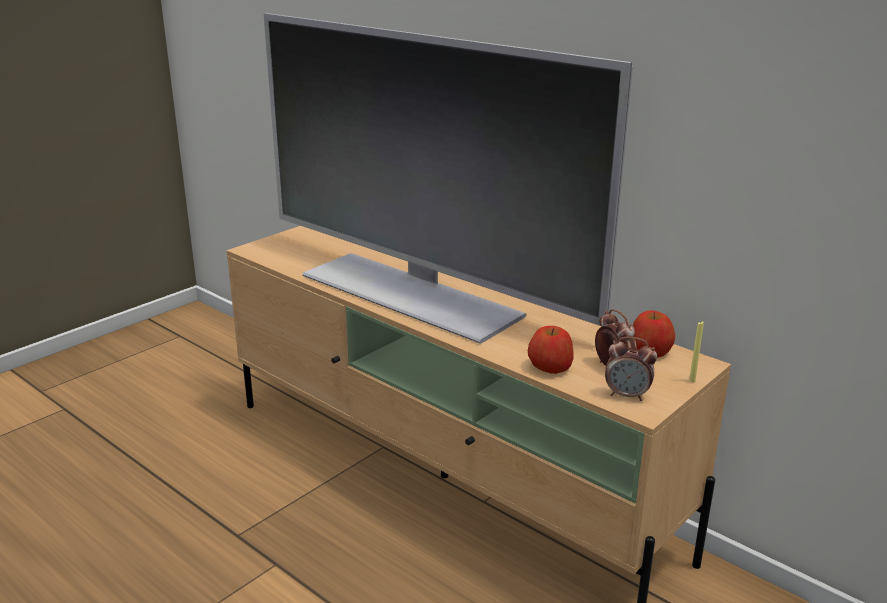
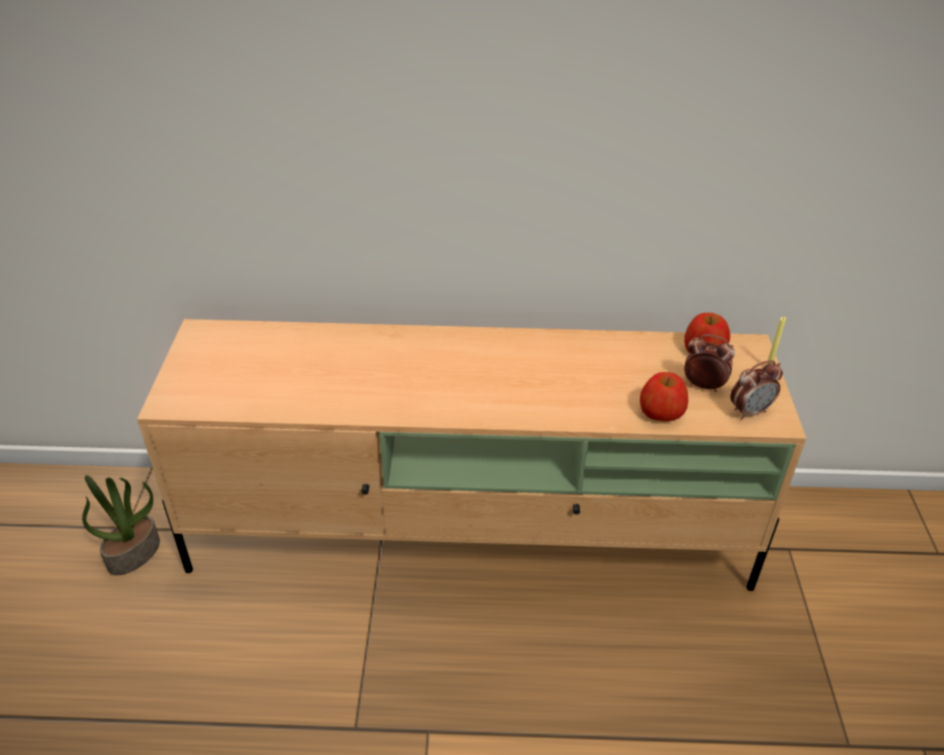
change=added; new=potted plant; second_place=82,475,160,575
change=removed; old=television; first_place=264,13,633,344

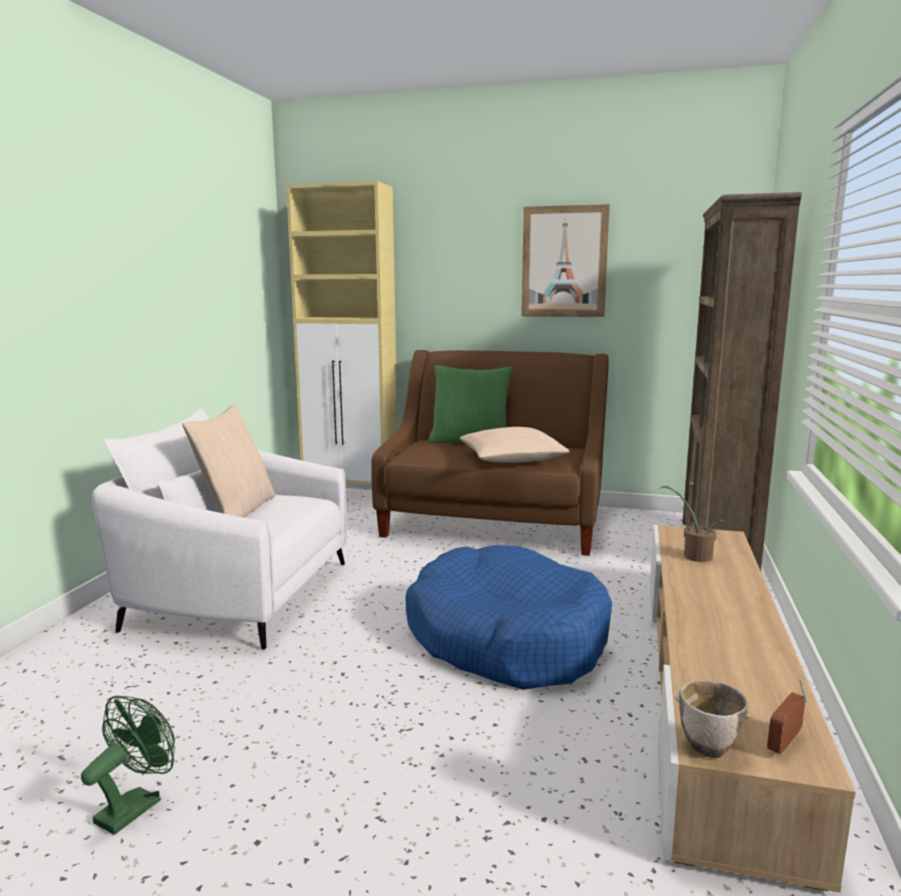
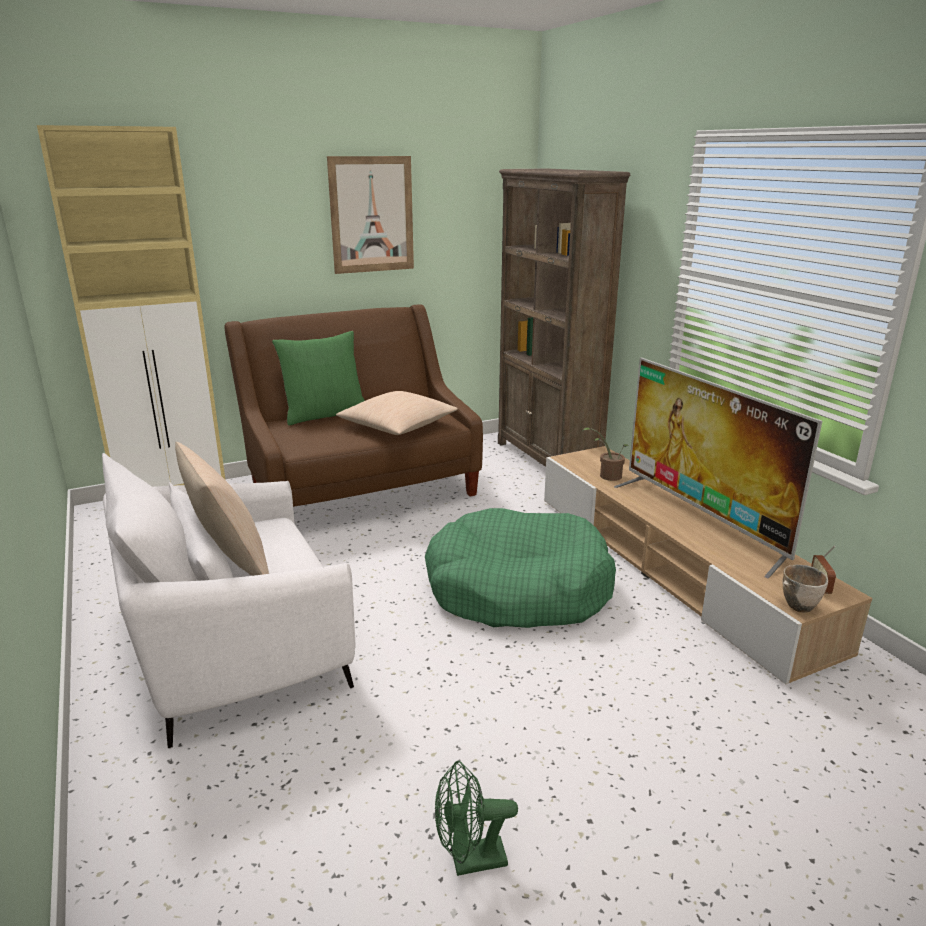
change=recoloured; old=blue dog bed; new=green dog bed; first_place=405,545,612,690; second_place=425,508,616,628
change=turned; old=green fan; first_place=81,696,175,835; second_place=435,761,518,876; degrees=-90
change=added; new=television; second_place=614,357,822,578

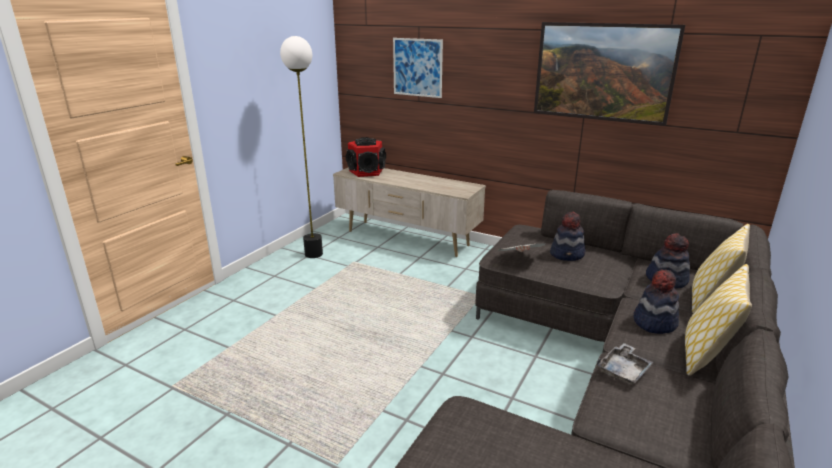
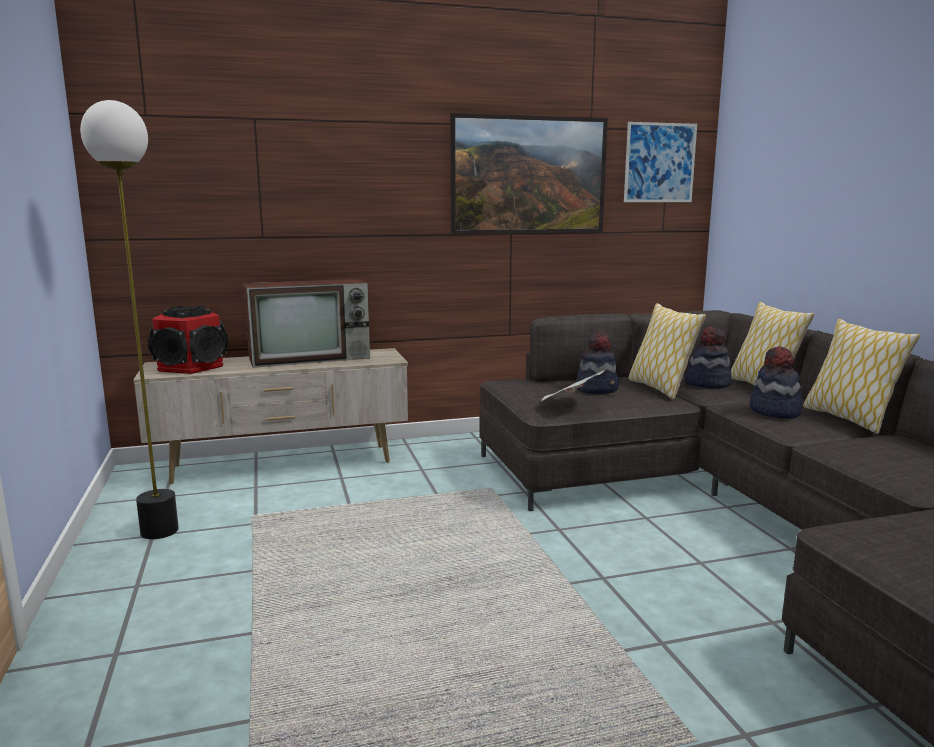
change=added; new=television; second_place=244,279,370,368
change=moved; old=picture; first_place=393,38,443,98; second_place=624,122,697,202
change=added; new=pillow; second_place=629,303,706,399
change=removed; old=grey tray; first_place=597,343,654,385

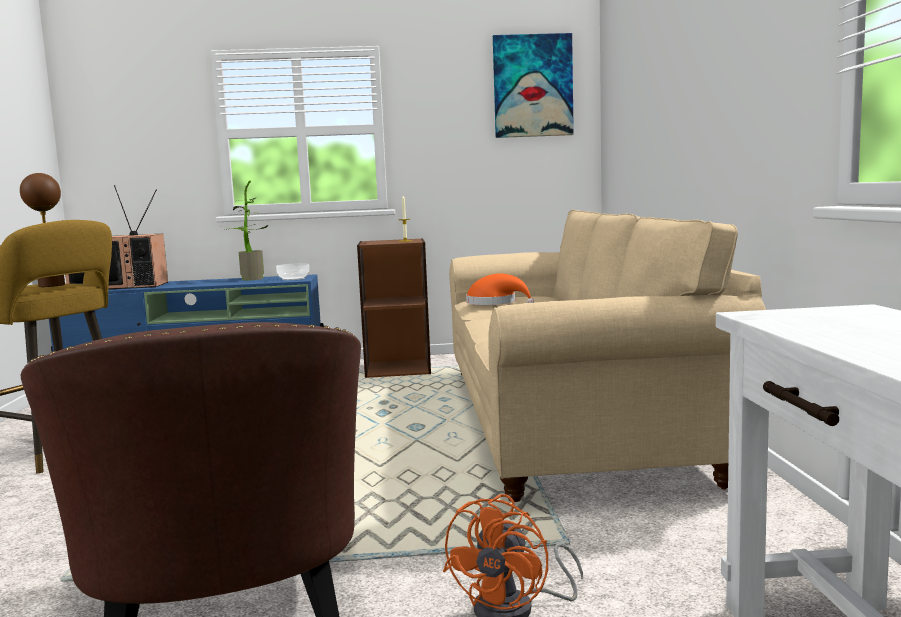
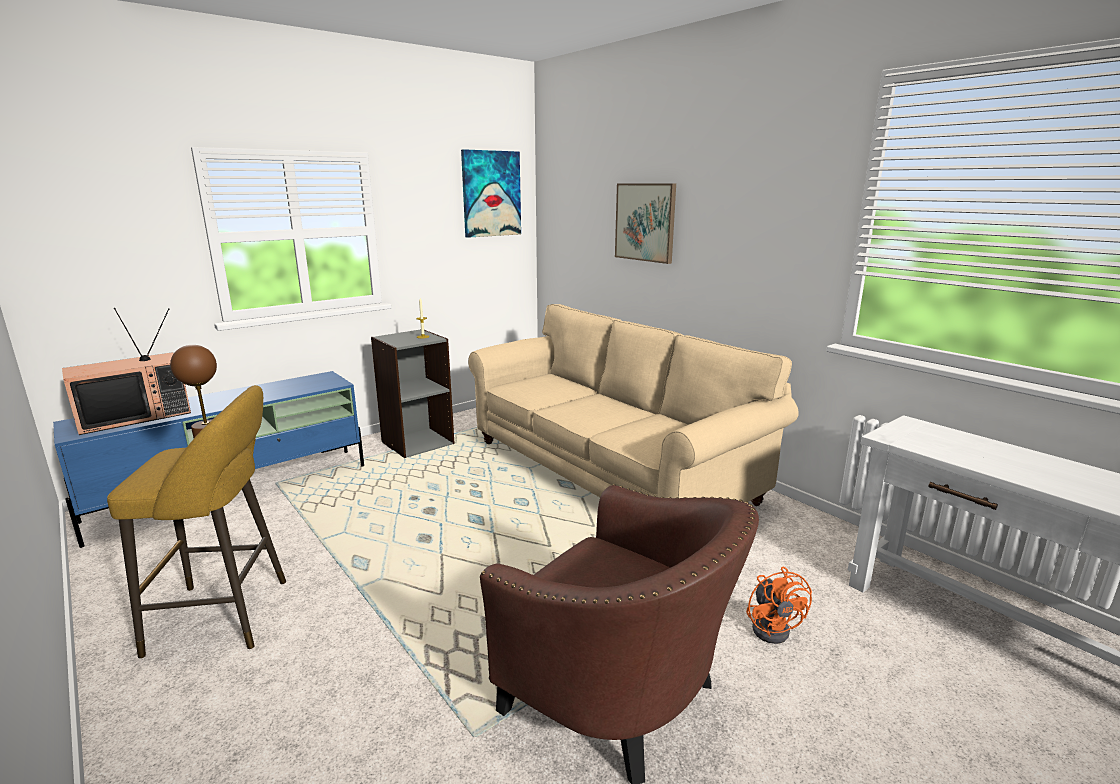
change=recoloured; old=brown bookcase; new=grey bookcase; first_place=357,238,431,378; second_place=371,329,455,458
change=added; new=picture; second_place=615,183,676,264
change=removed; old=potted plant; first_place=226,180,268,281
change=removed; old=bowl; first_place=276,263,309,280
change=removed; old=orange hat; first_place=466,273,534,305

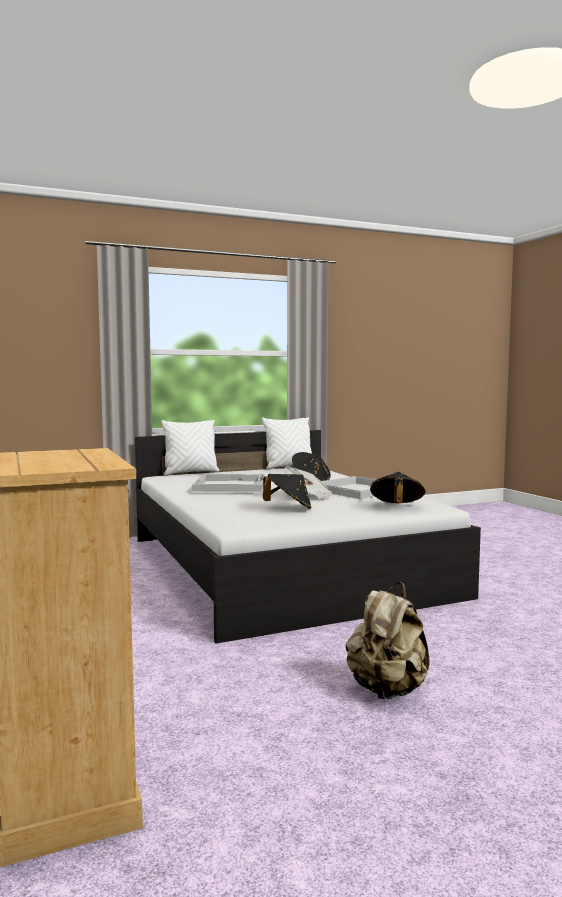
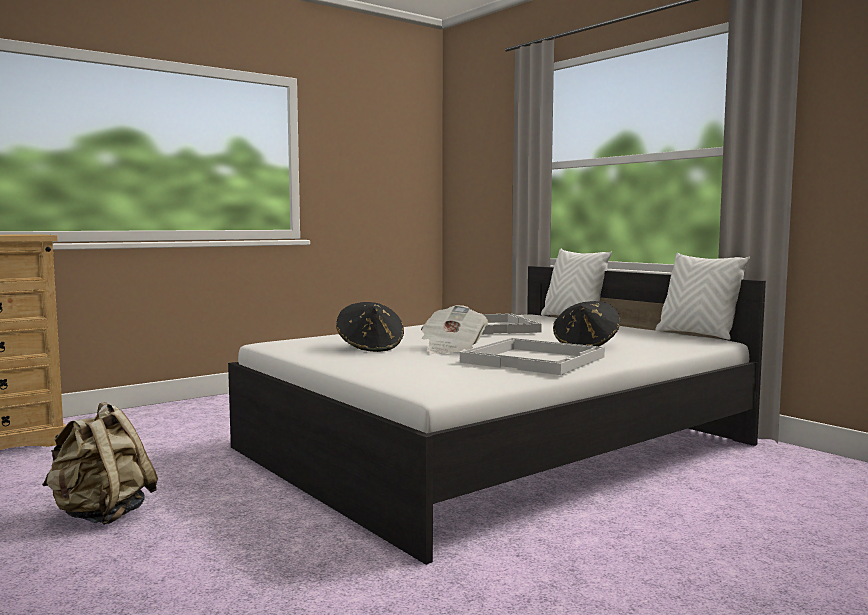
change=removed; old=black hat; first_place=370,472,426,503

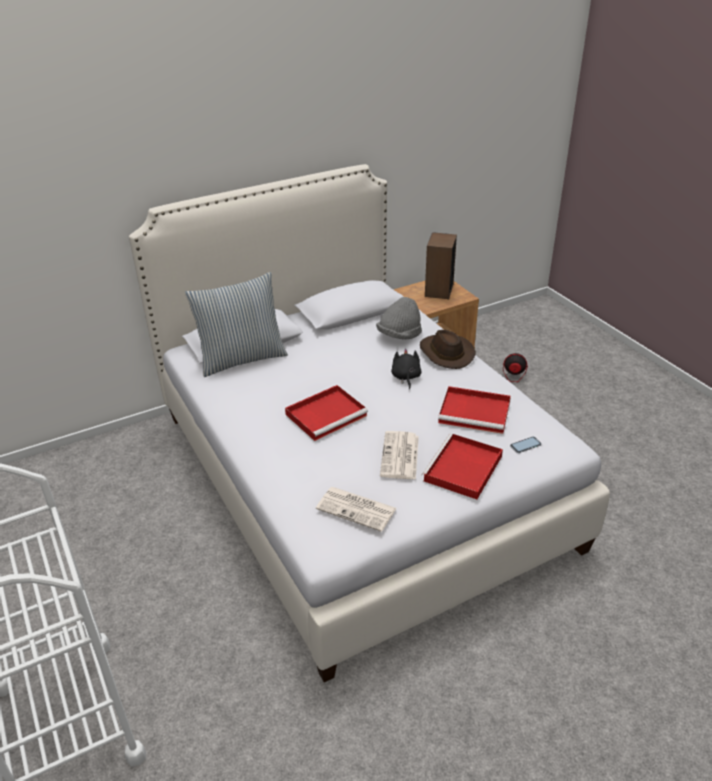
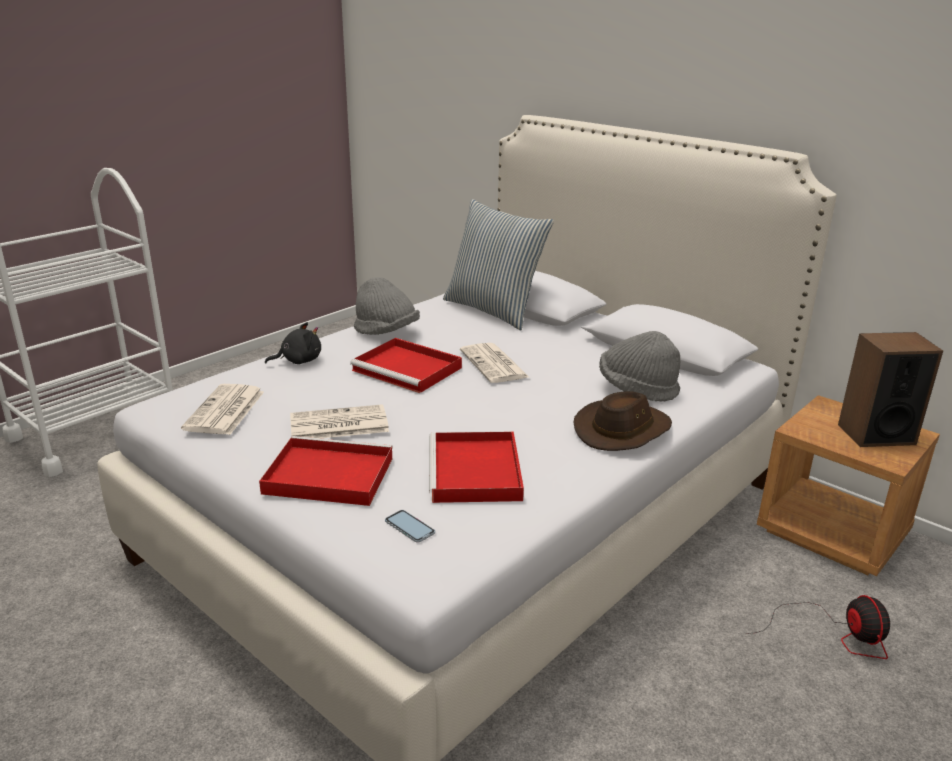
change=moved; old=black plush toy; first_place=391,349,422,389; second_place=265,322,321,364
change=added; new=grey hat; second_place=354,277,420,335
change=added; new=newspaper; second_place=460,343,529,383

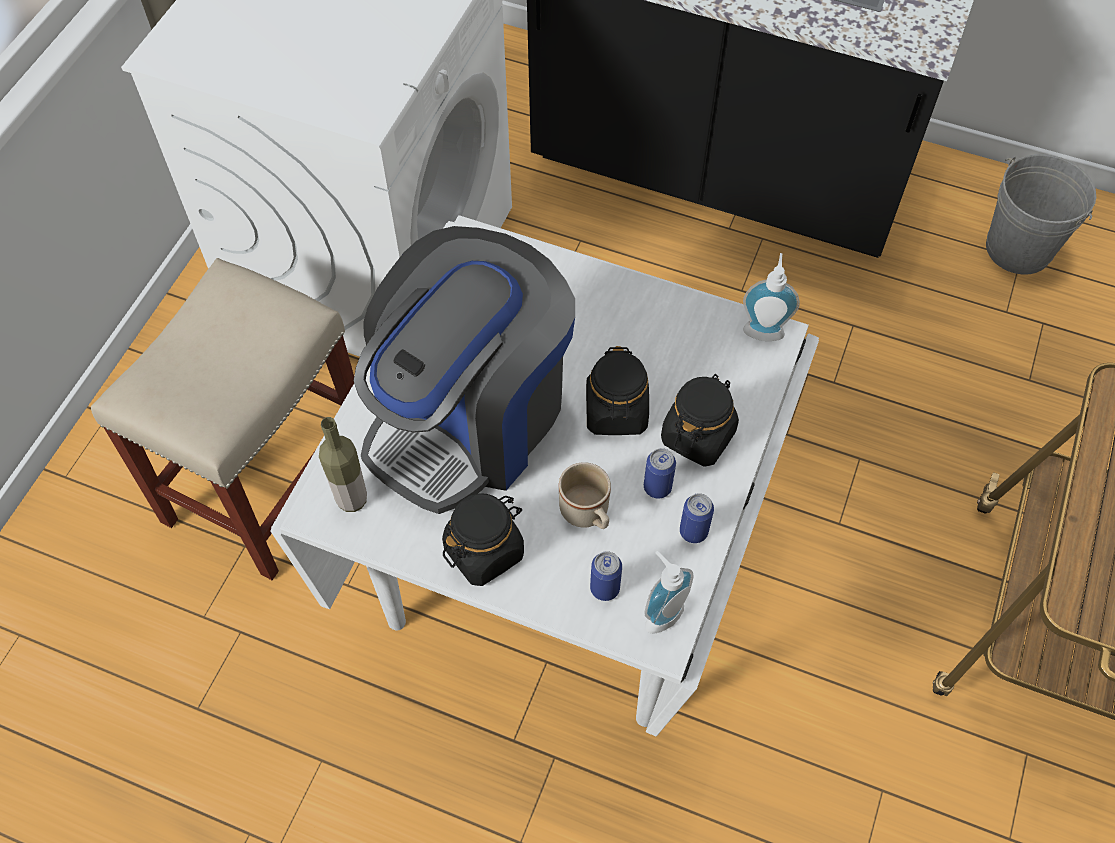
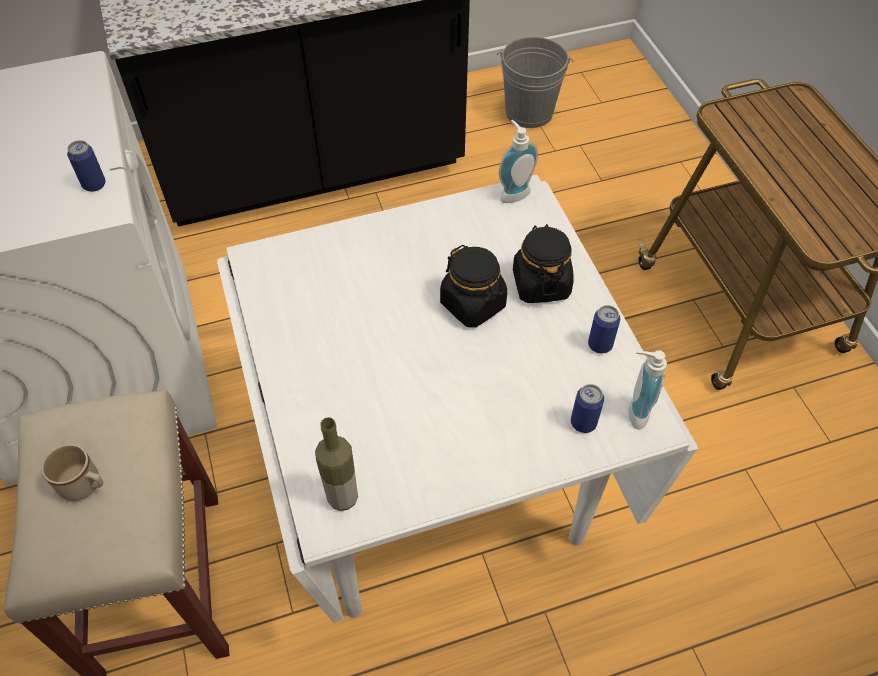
change=moved; old=beige mug; first_place=559,462,611,529; second_place=41,444,103,501
change=moved; old=can; first_place=644,448,676,498; second_place=67,140,105,192
change=removed; old=coffee machine; first_place=353,226,575,514
change=removed; old=black jar; first_place=442,493,524,586

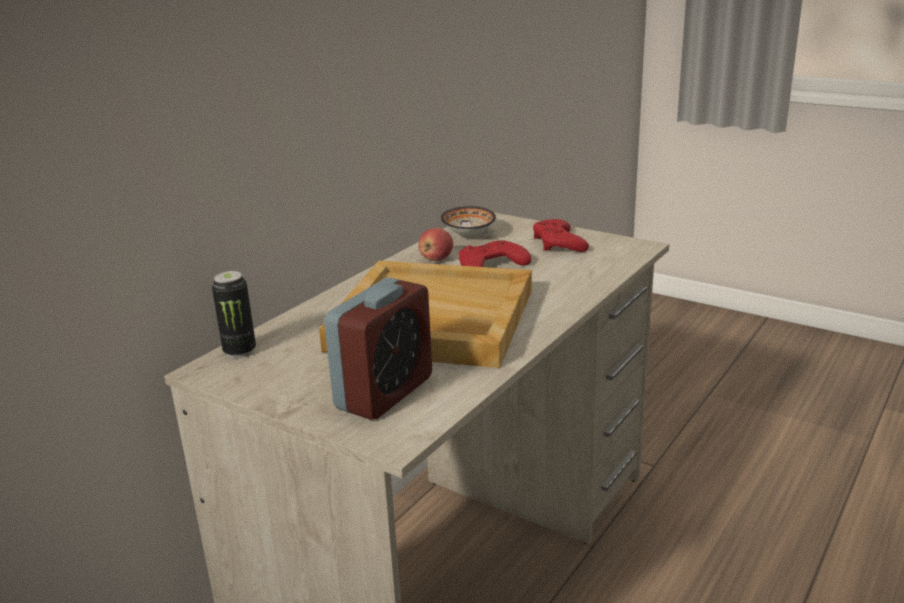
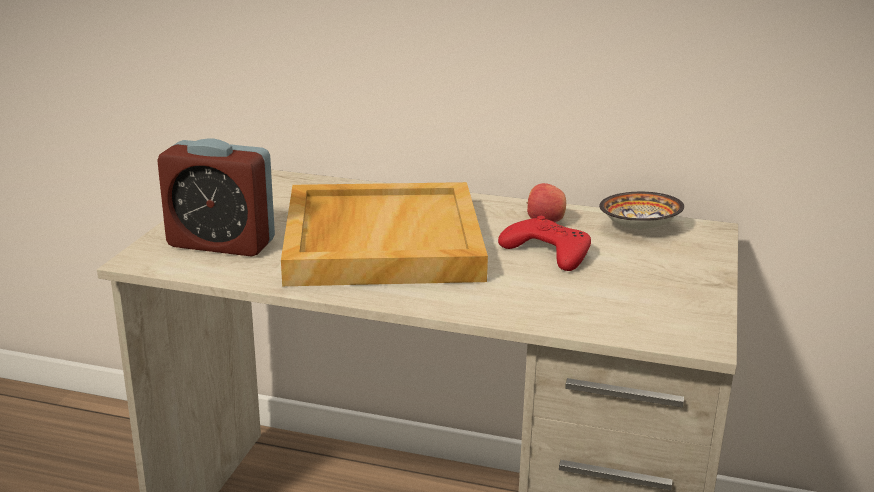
change=removed; old=can; first_place=212,271,256,358
change=removed; old=red game controller; first_place=533,219,589,252

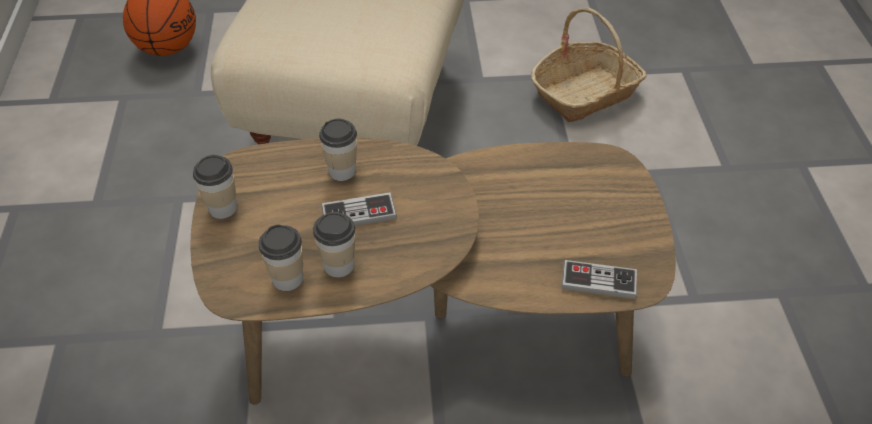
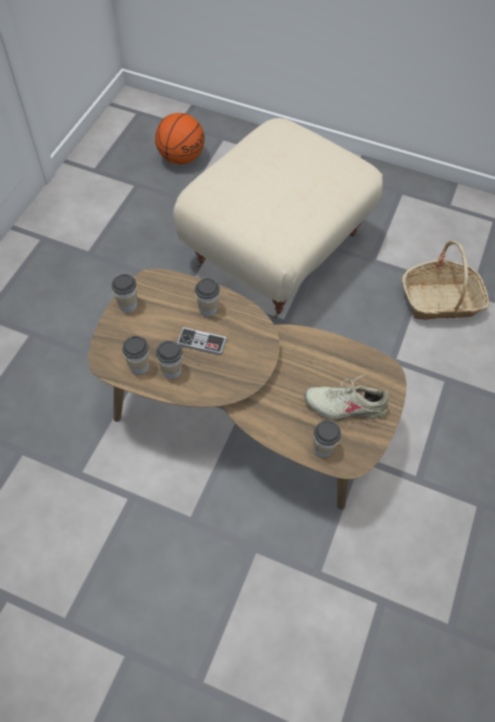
change=added; new=beige shoe; second_place=304,373,389,421
change=replaced; old=game controller; new=cup; first_place=562,260,637,299; second_place=313,420,341,458

